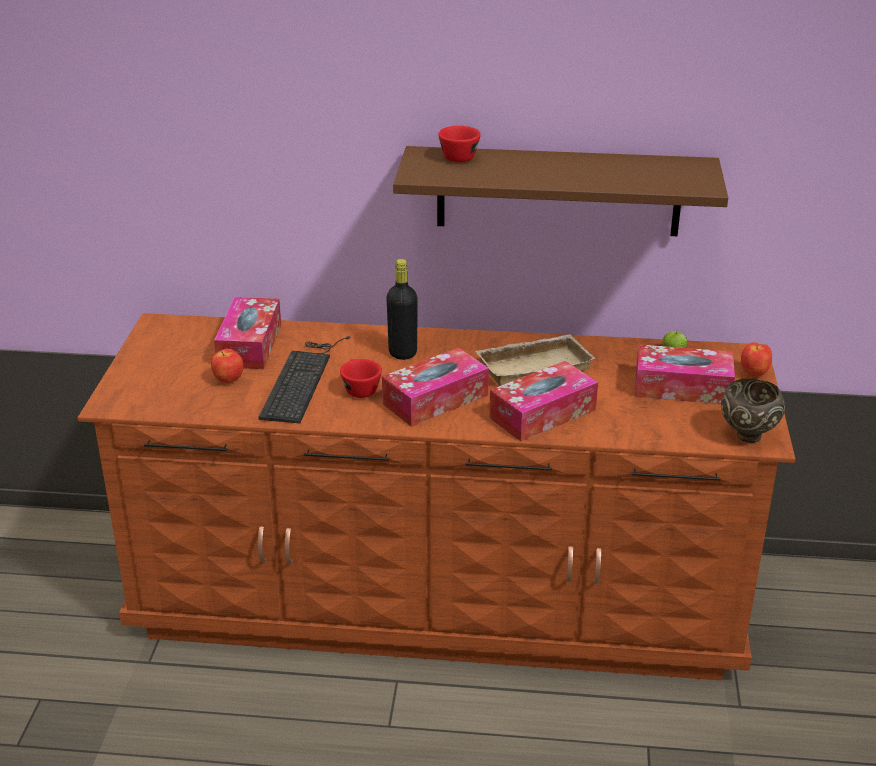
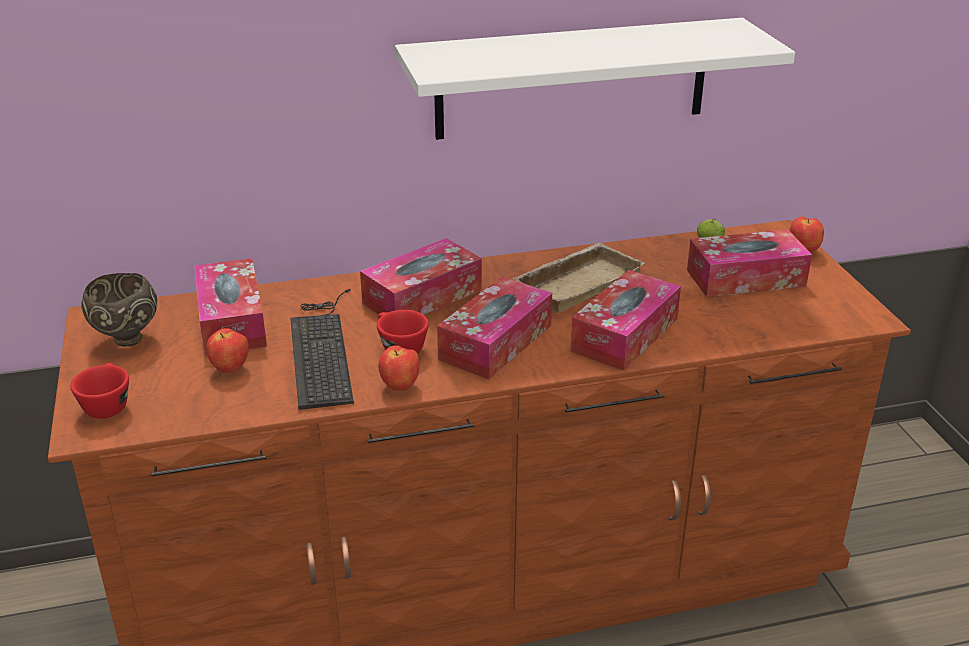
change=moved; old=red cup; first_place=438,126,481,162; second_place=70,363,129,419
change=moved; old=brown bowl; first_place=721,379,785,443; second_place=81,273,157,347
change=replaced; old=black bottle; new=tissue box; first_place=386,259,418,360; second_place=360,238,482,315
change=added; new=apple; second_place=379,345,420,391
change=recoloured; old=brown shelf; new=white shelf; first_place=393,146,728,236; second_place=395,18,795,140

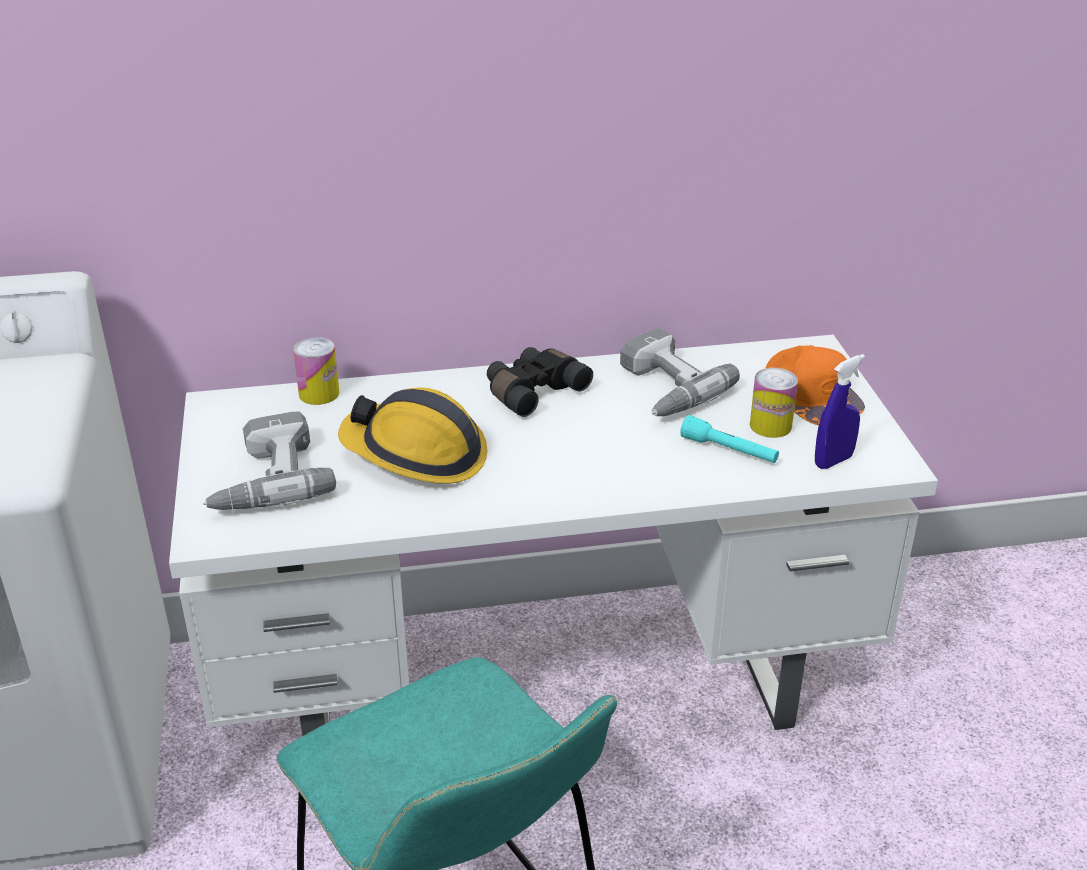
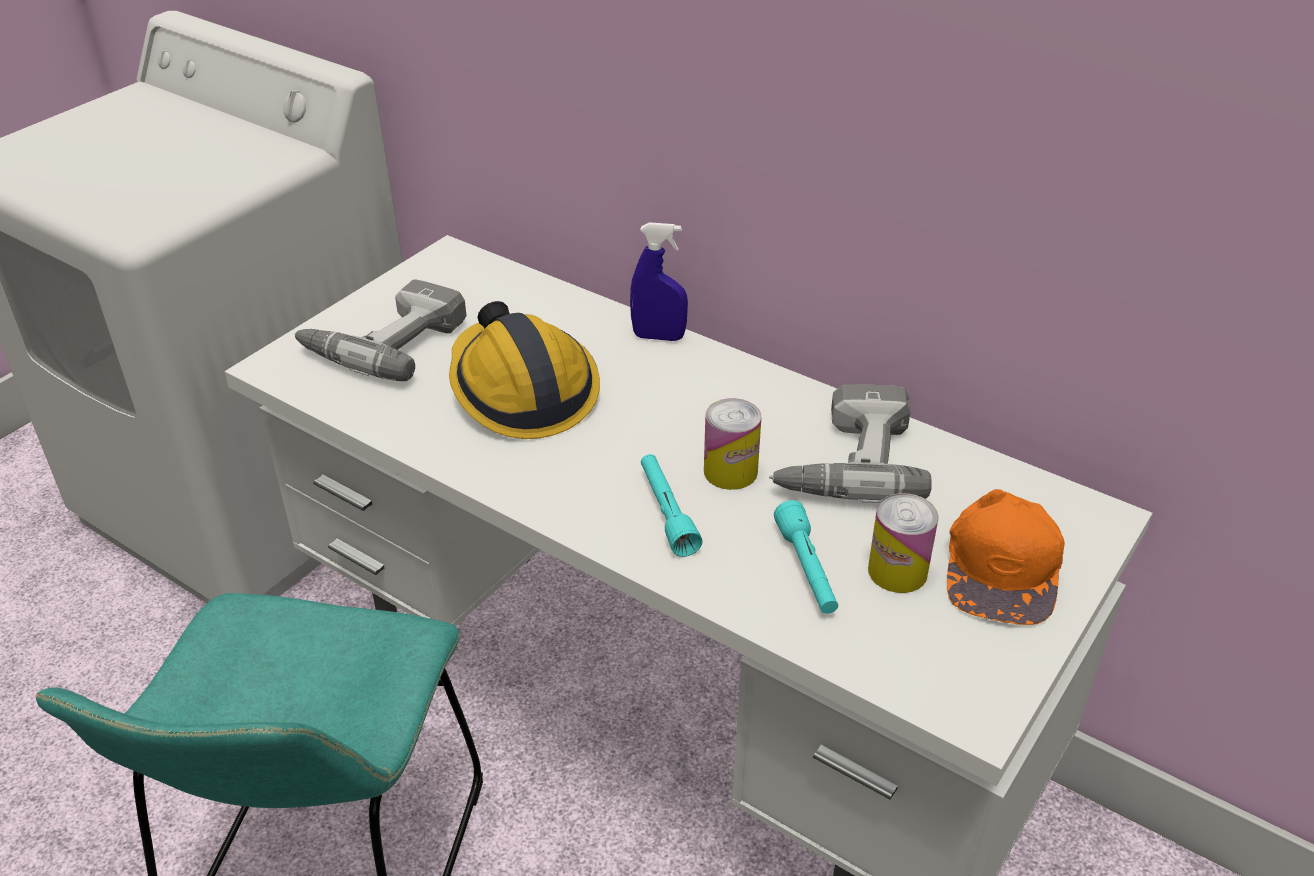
change=moved; old=blue spray bottle; first_place=815,354,865,469; second_place=630,222,688,341
change=added; new=turquoise flashlight; second_place=641,454,703,557
change=moved; old=can; first_place=293,337,339,405; second_place=704,398,761,490
change=removed; old=black binoculars; first_place=487,347,593,417

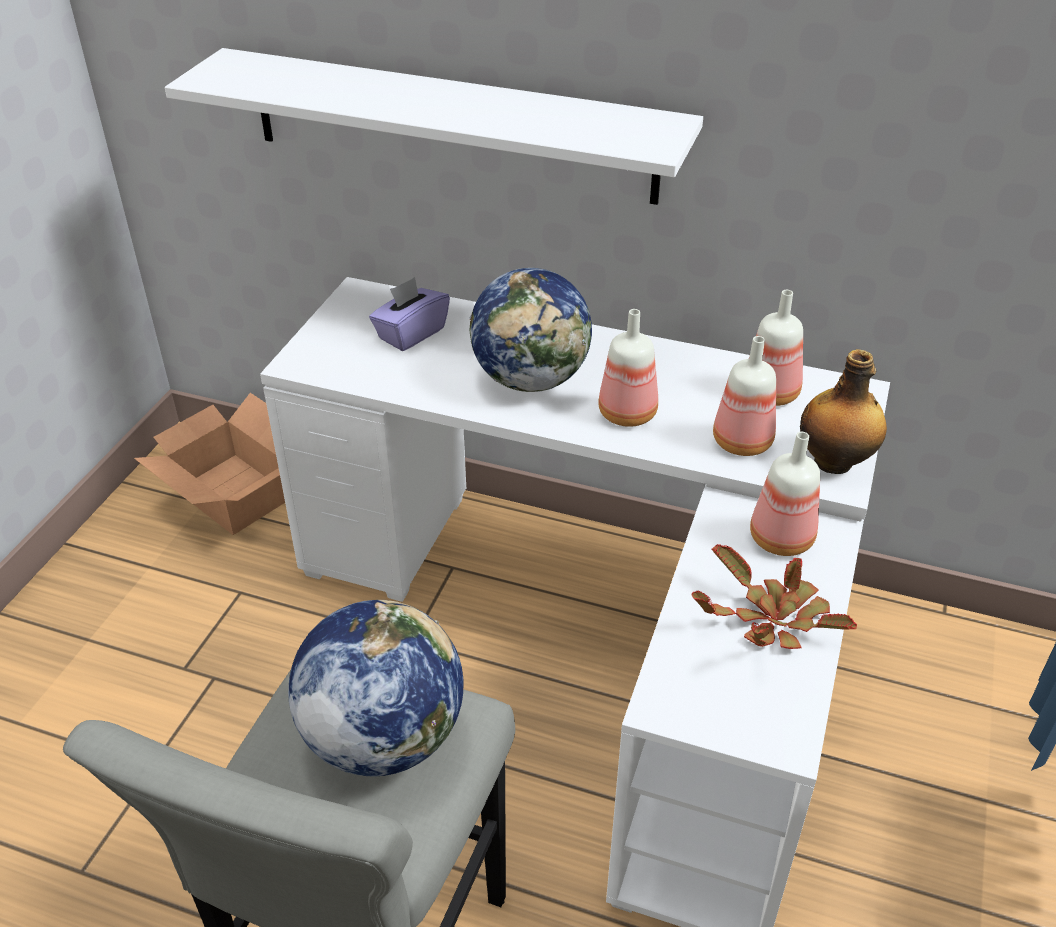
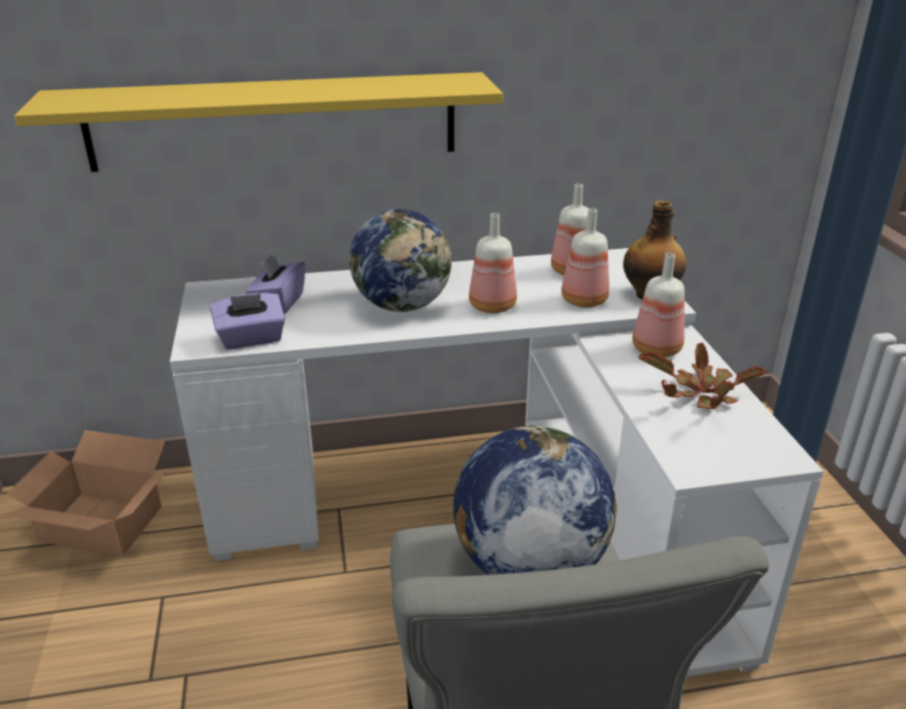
change=recoloured; old=white shelf; new=yellow shelf; first_place=165,48,703,205; second_place=14,72,503,172
change=added; new=purple tissue box; second_place=210,293,285,350

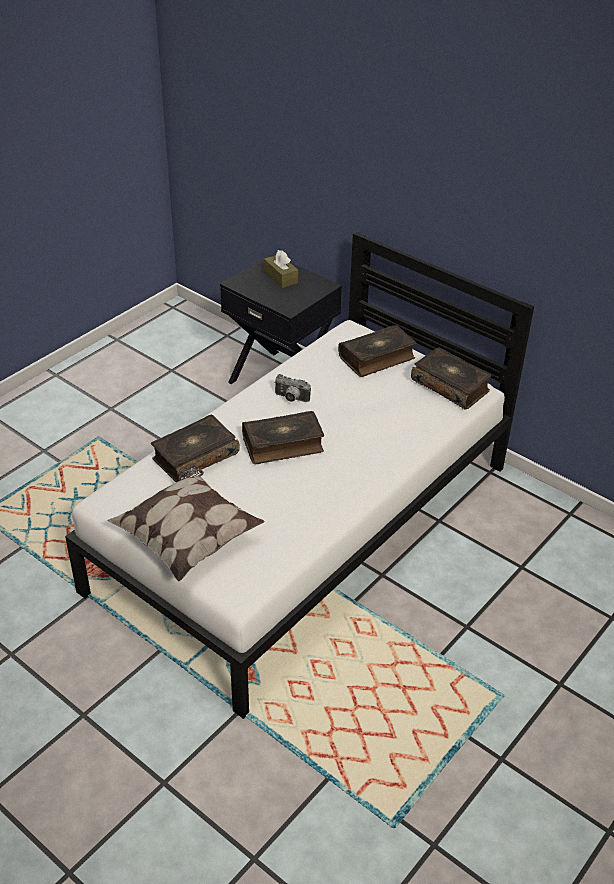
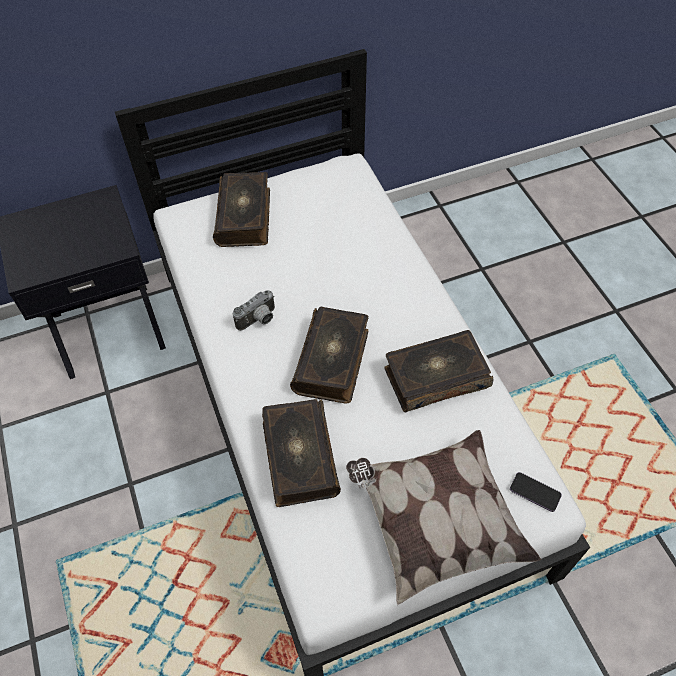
change=moved; old=book; first_place=411,347,491,409; second_place=384,330,493,413
change=added; new=phone; second_place=510,472,562,512
change=removed; old=brown tissue box; first_place=264,250,298,288

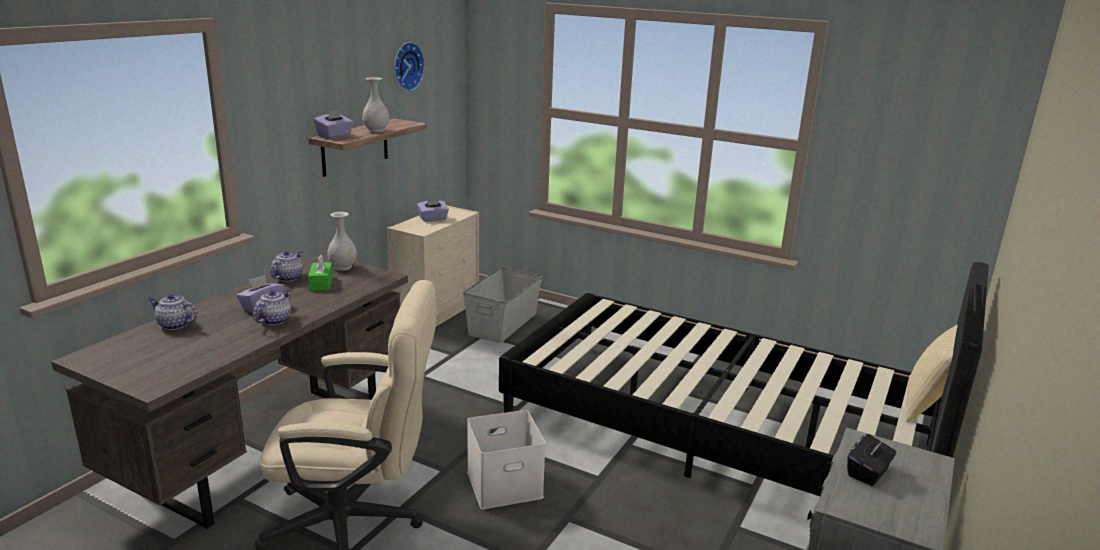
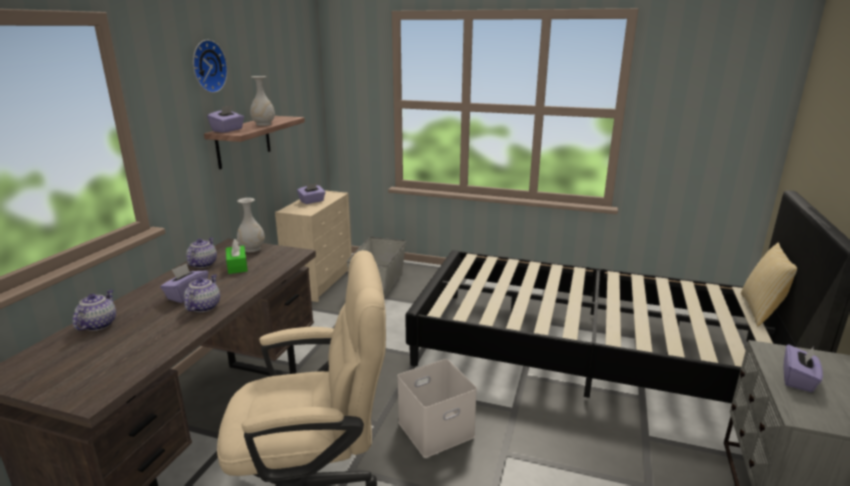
change=turned; old=teapot; first_place=148,294,198,330; second_place=72,290,116,331; degrees=90
change=moved; old=wall clock; first_place=394,42,425,91; second_place=193,40,228,93
change=recoloured; old=black tissue box; new=purple tissue box; first_place=847,434,896,486; second_place=783,344,823,392

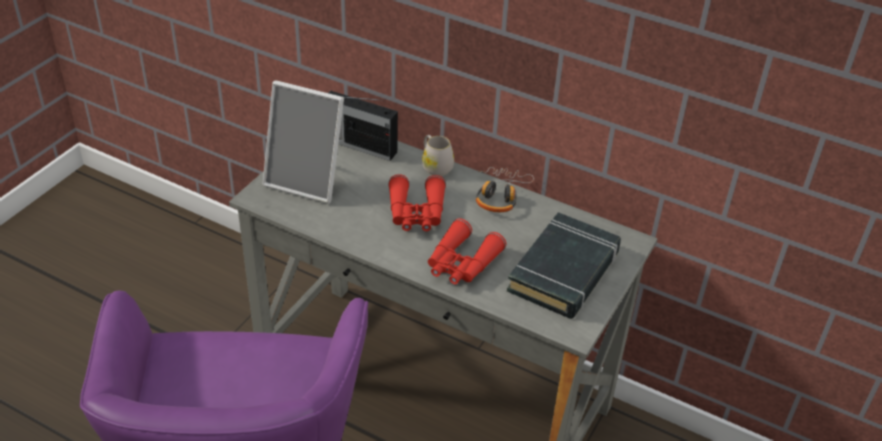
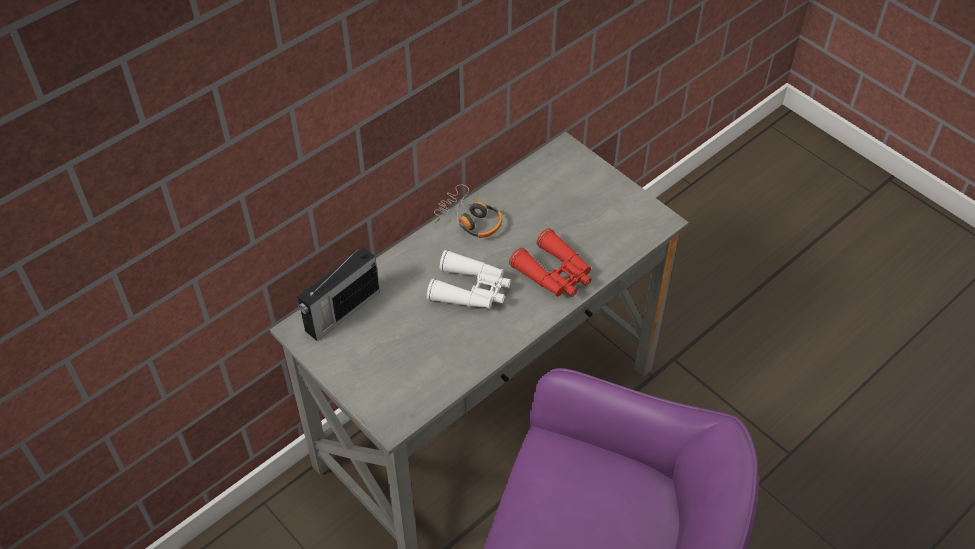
change=recoloured; old=red binoculars; new=white binoculars; first_place=388,174,446,231; second_place=427,250,511,309
change=removed; old=picture frame; first_place=263,80,344,204
change=removed; old=white mug; first_place=422,135,454,176
change=removed; old=black book; first_place=507,212,621,319

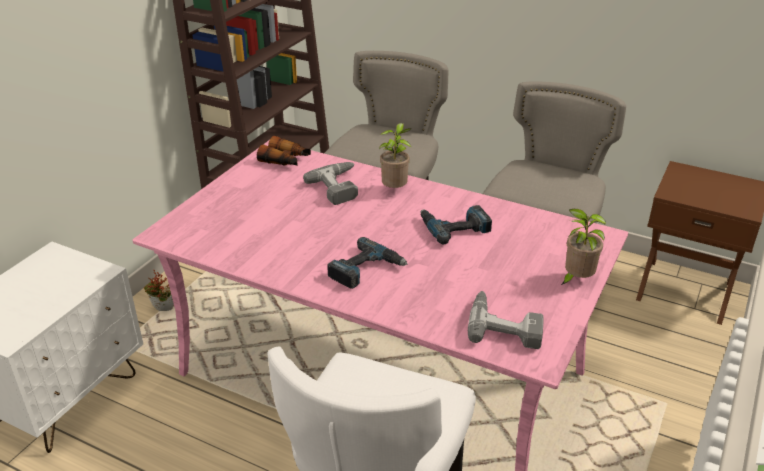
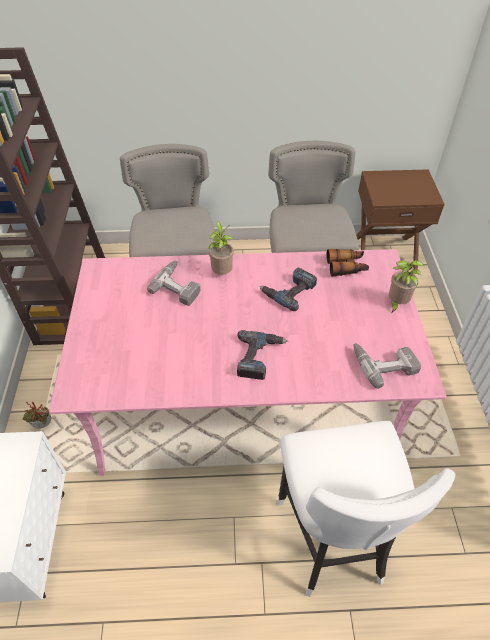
change=moved; old=binoculars; first_place=257,136,311,166; second_place=326,249,369,277

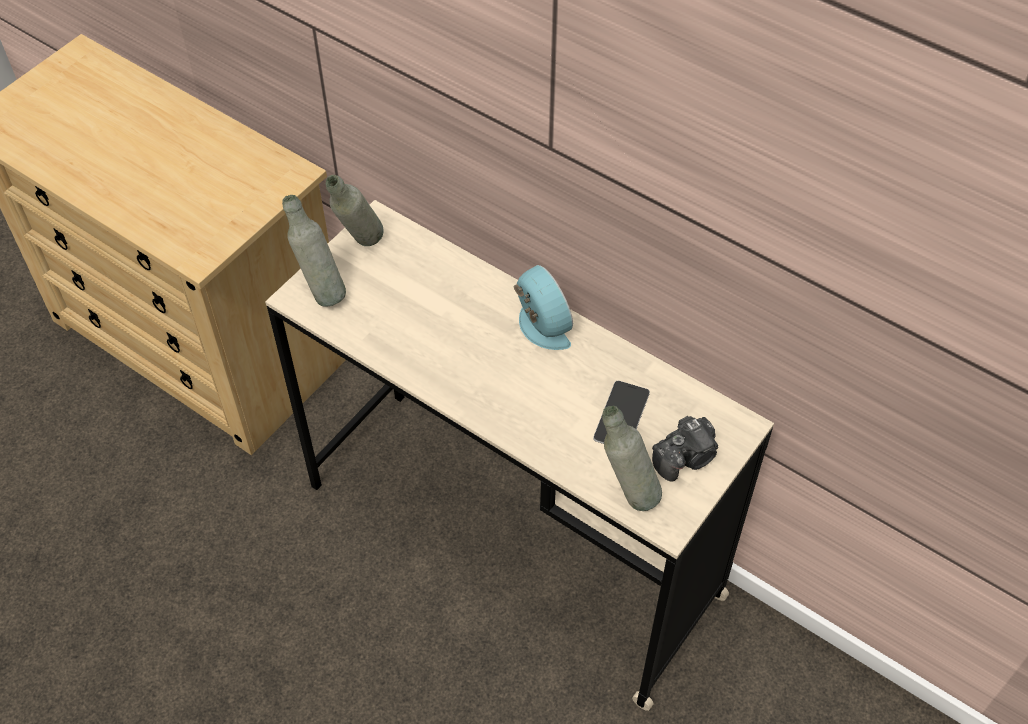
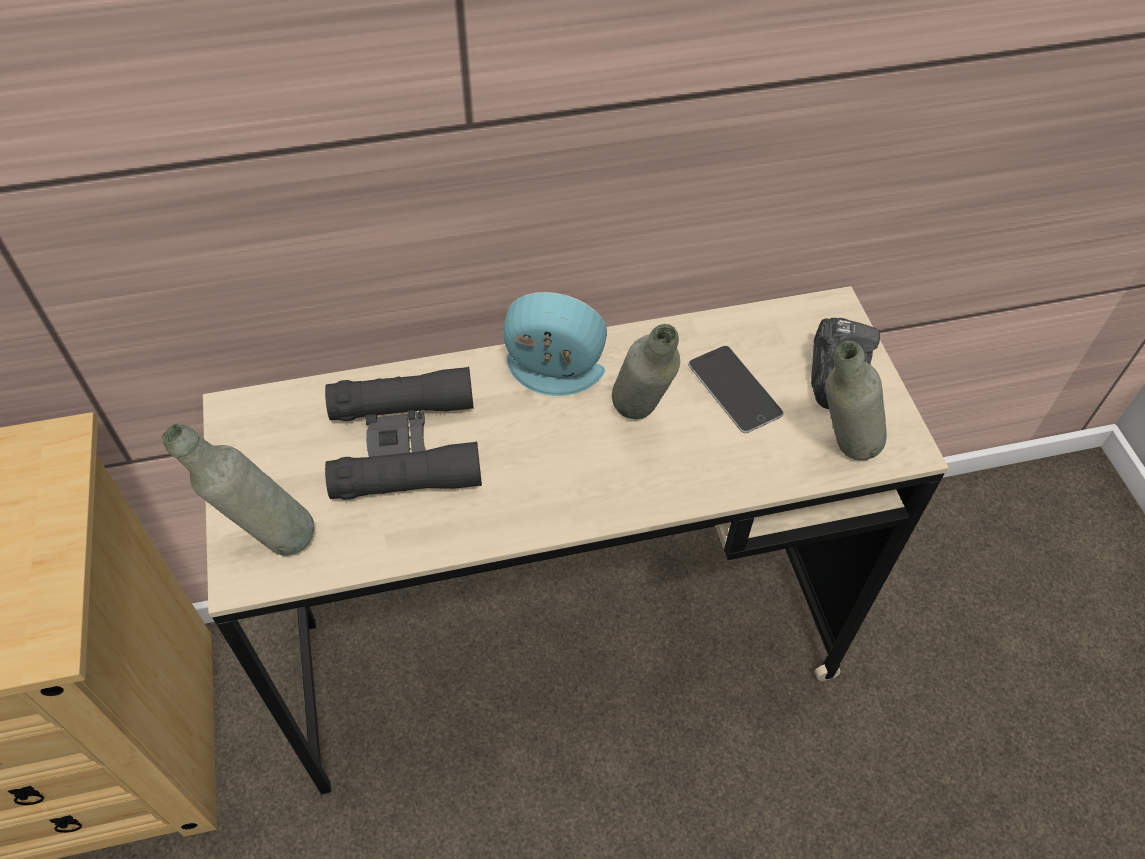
change=added; new=black binoculars; second_place=325,367,482,500
change=moved; old=grey bottle; first_place=326,175,384,246; second_place=612,324,680,420

